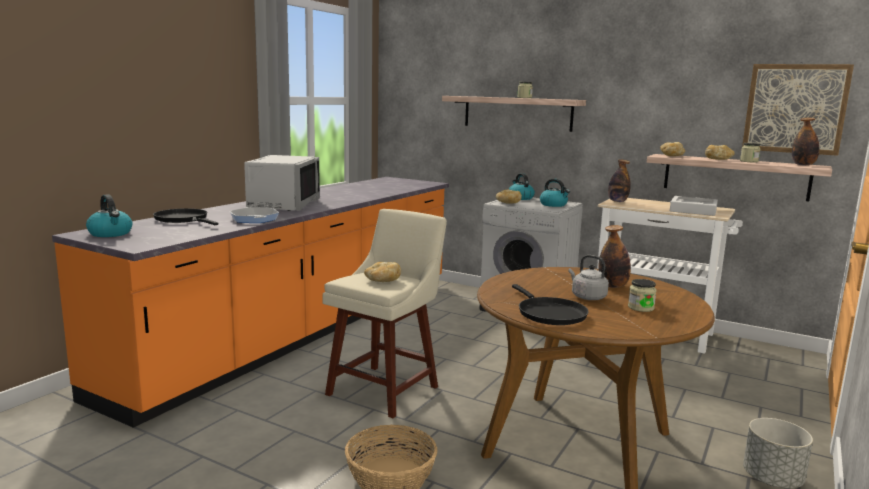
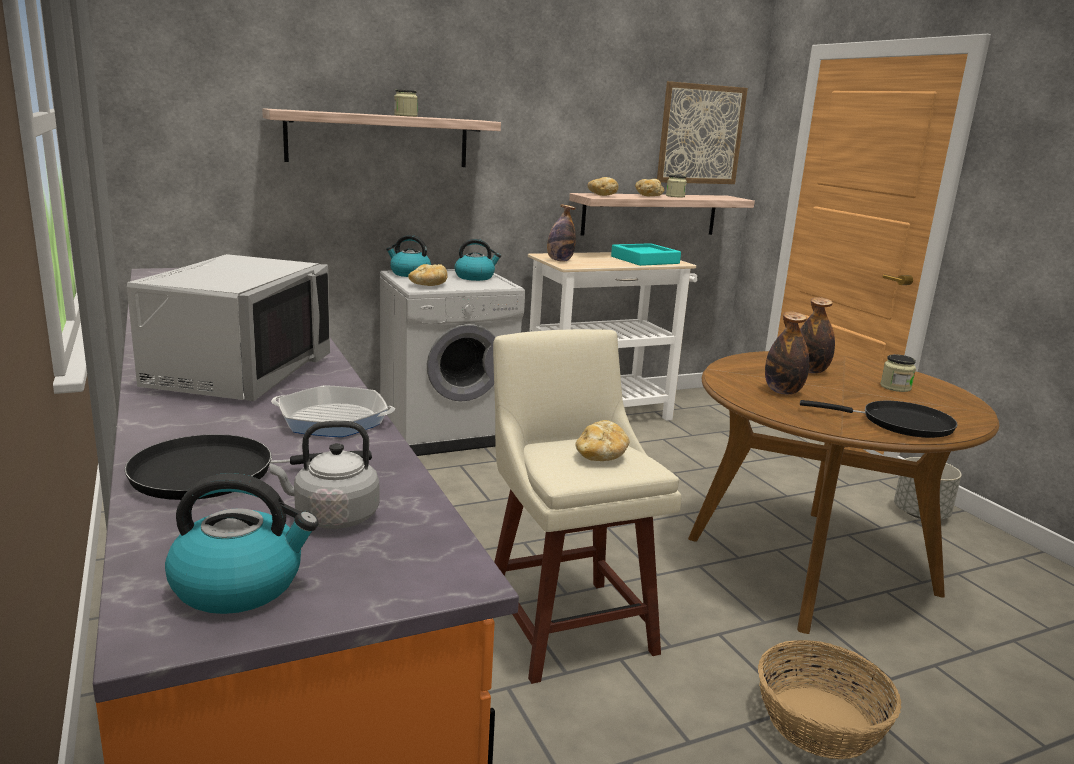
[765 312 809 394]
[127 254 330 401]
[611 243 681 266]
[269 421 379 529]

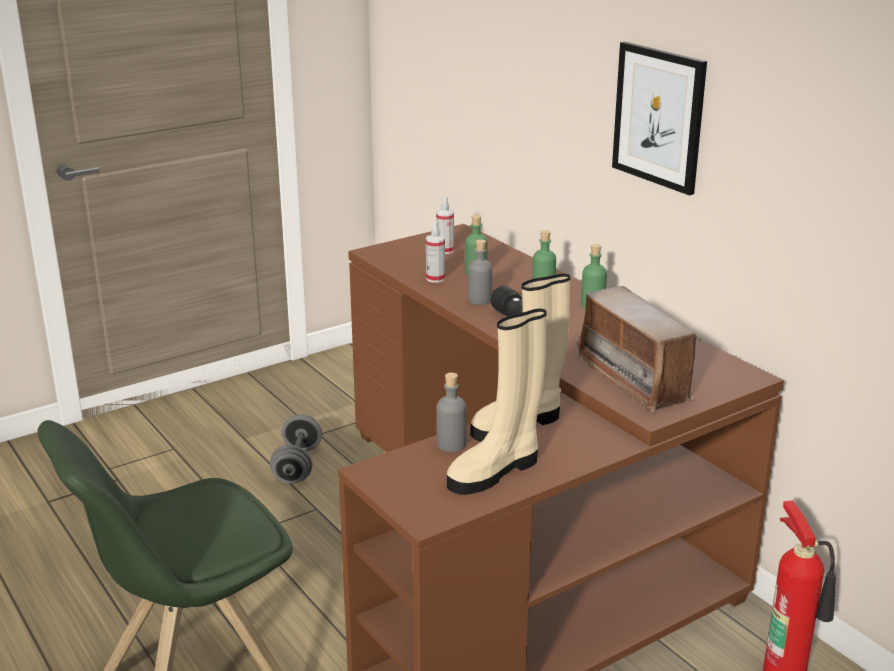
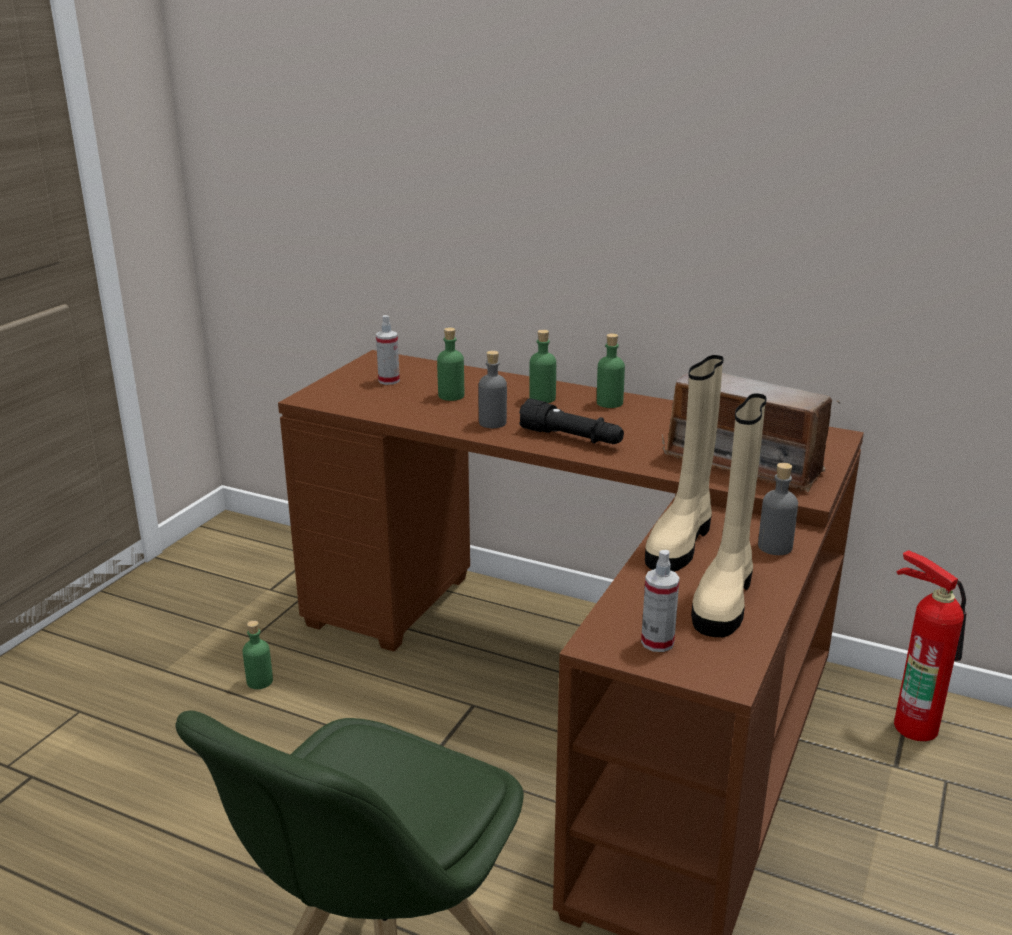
[612 42 707 195] (first image)
[641 550 680 652]
[758 463 798 555]
[243 621 273 689]

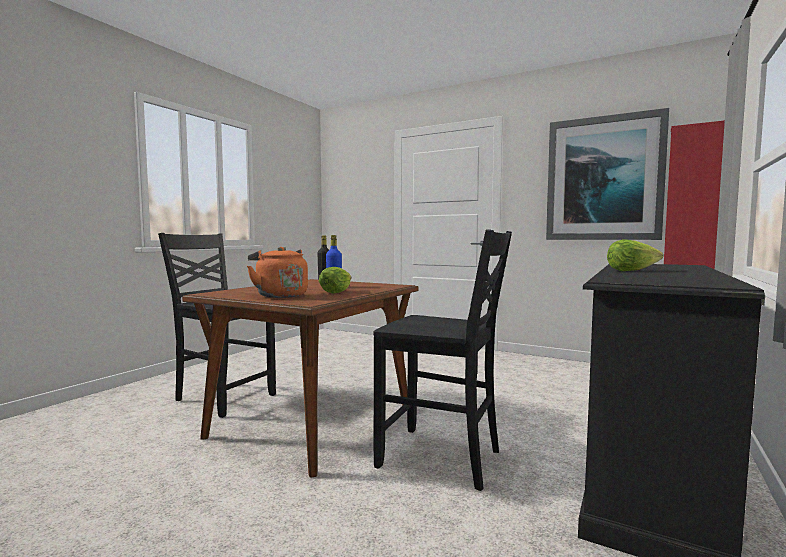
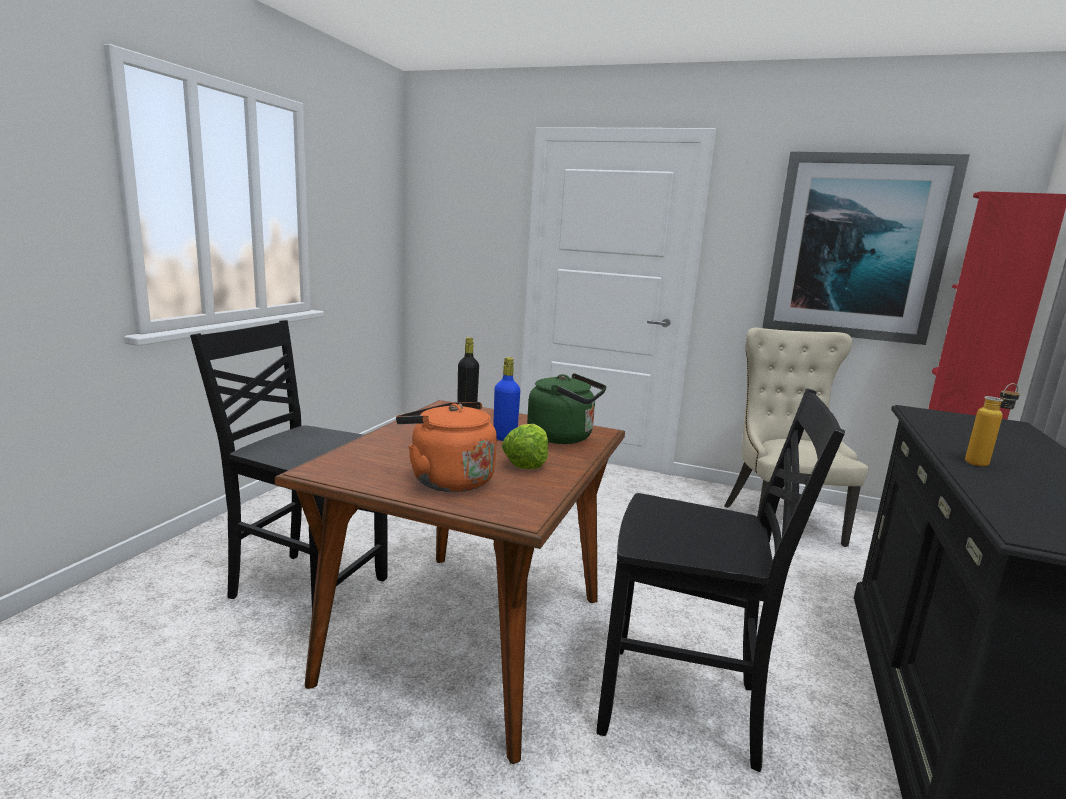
[965 383 1020 467]
[724 328 868 547]
[527 373 606 444]

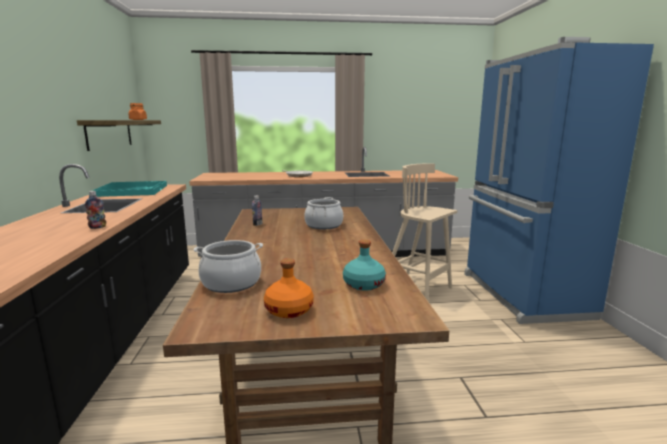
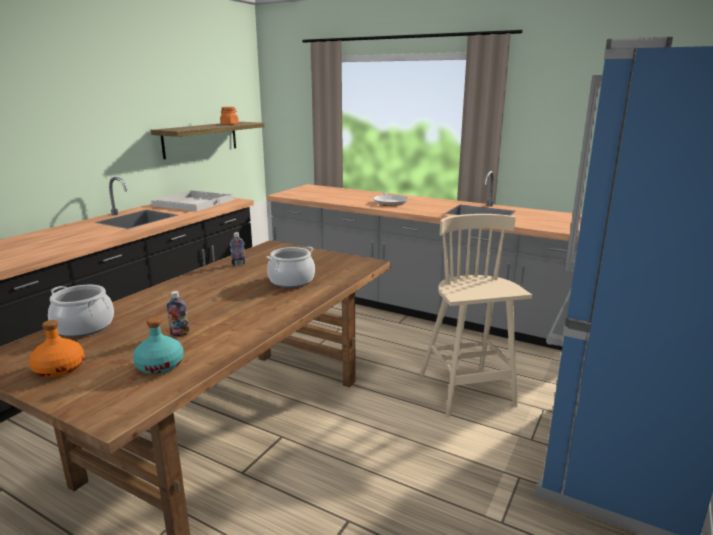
[151 190 234 211]
[167 291 189 337]

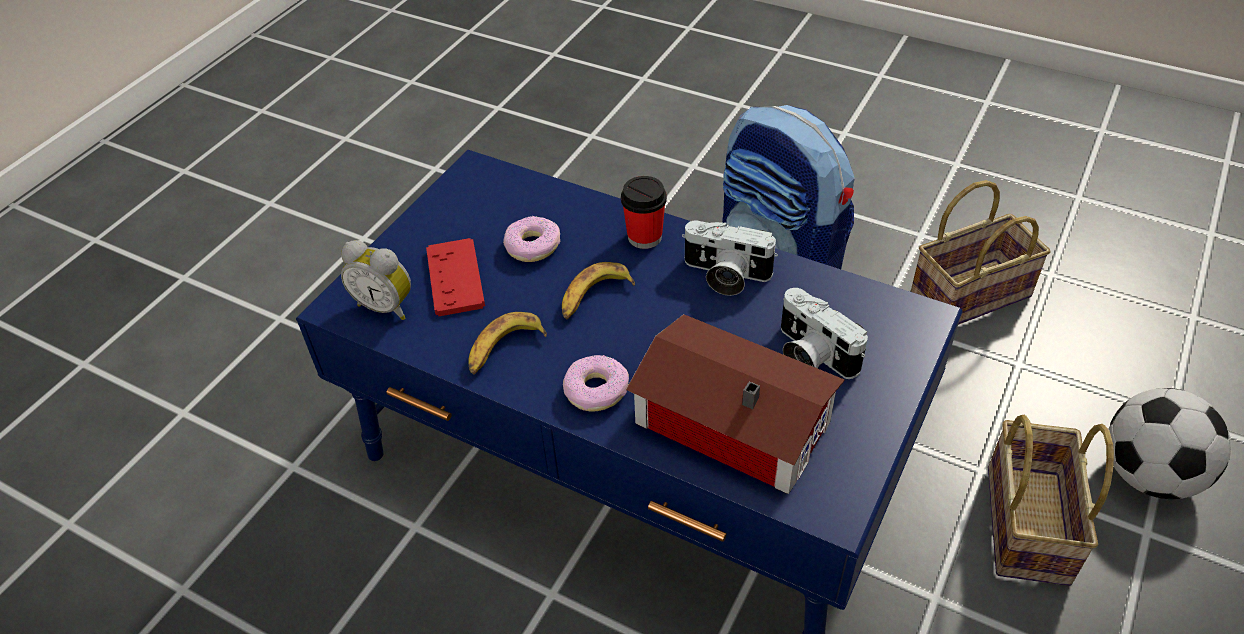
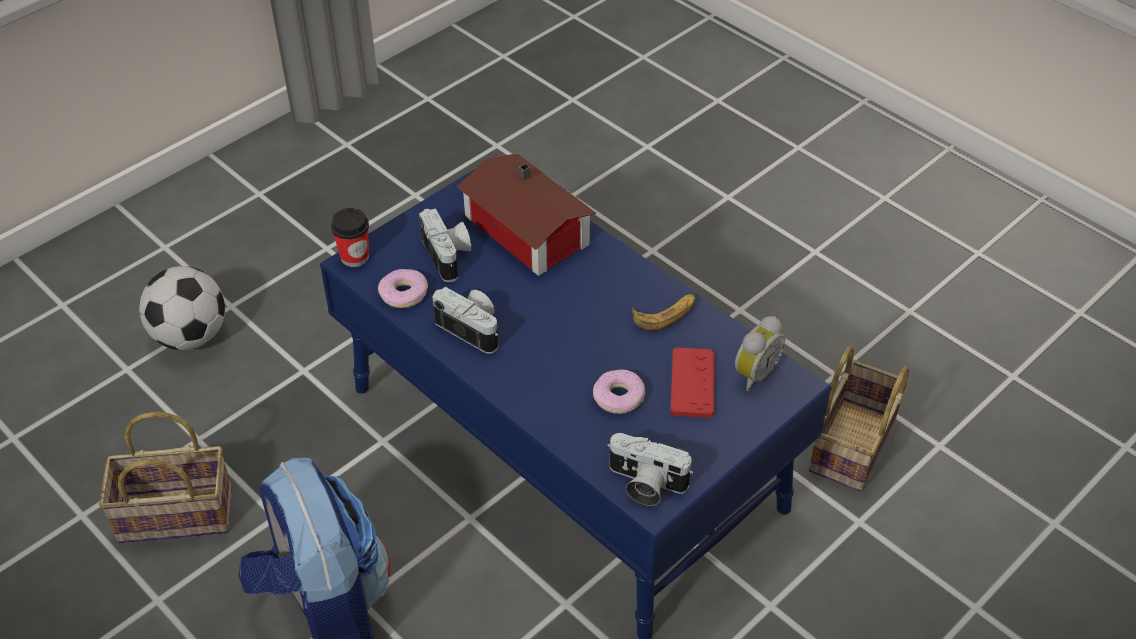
[331 208 369 267]
[735 316 785 391]
[562 262 635 319] (first image)
[378 269 428 308]
[809 346 909 492]
[608 433 693 506]

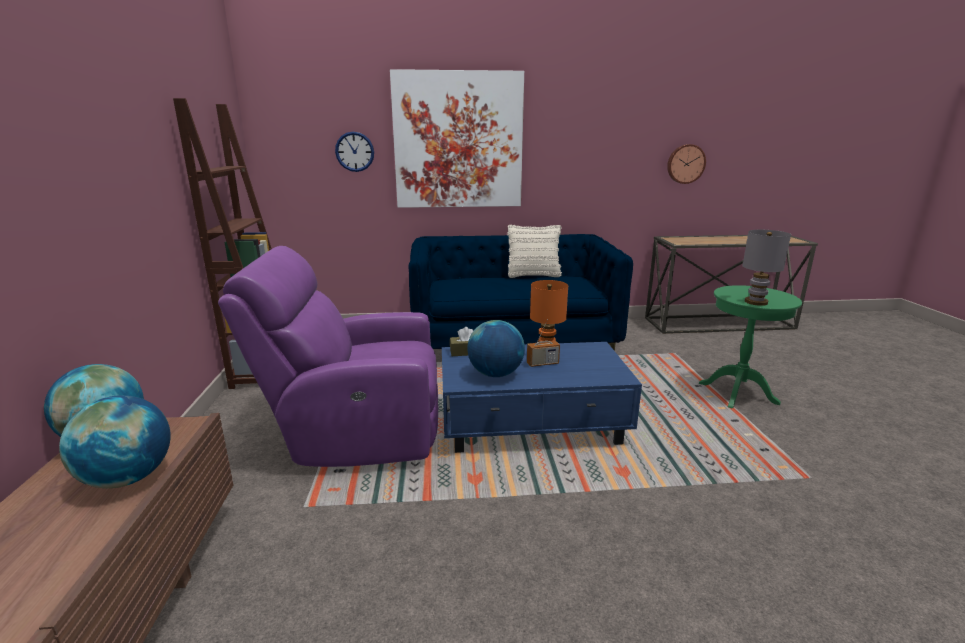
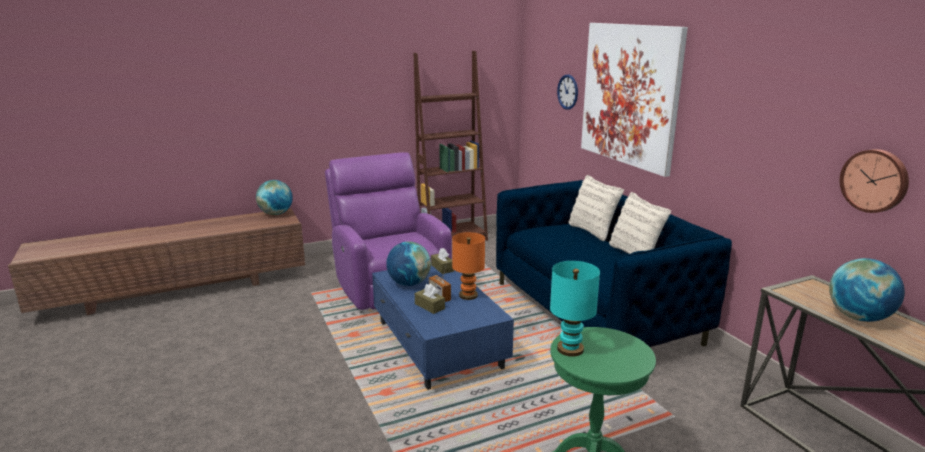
[550 261 600 357]
[829 258 905 322]
[568 175 624 241]
[415 284 445 314]

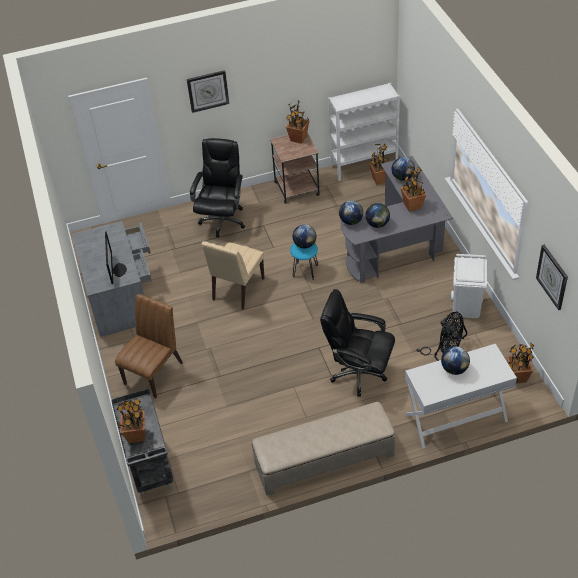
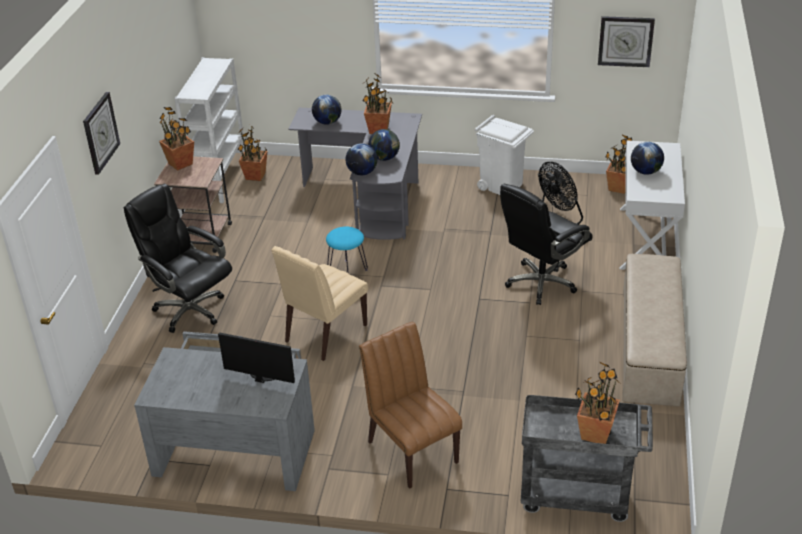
[293 225 316 249] (first image)
[271 246 368 361]

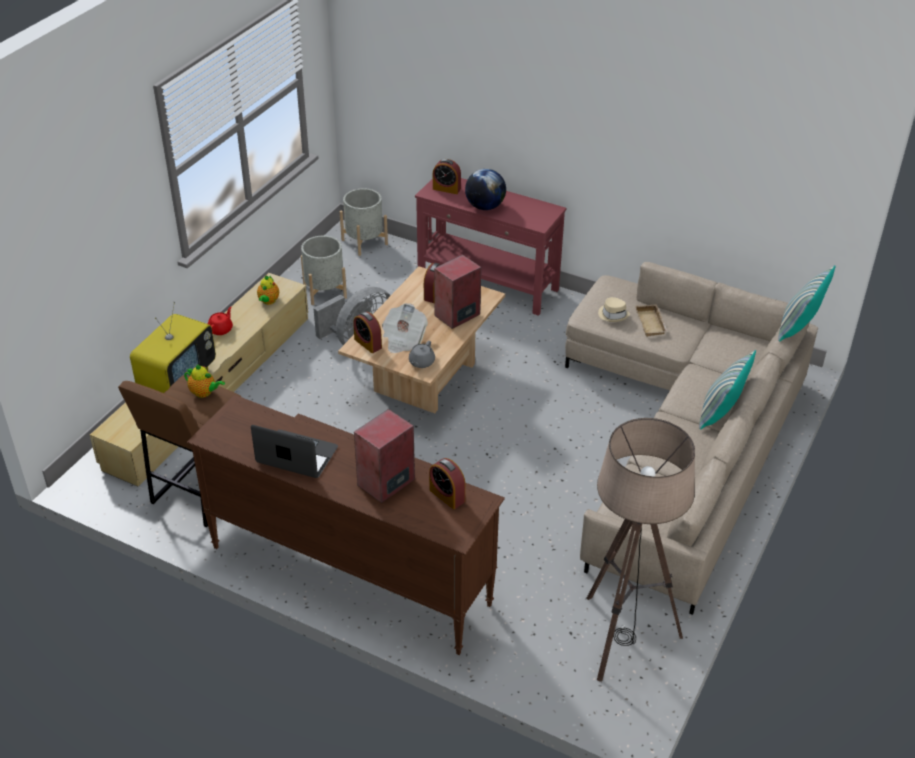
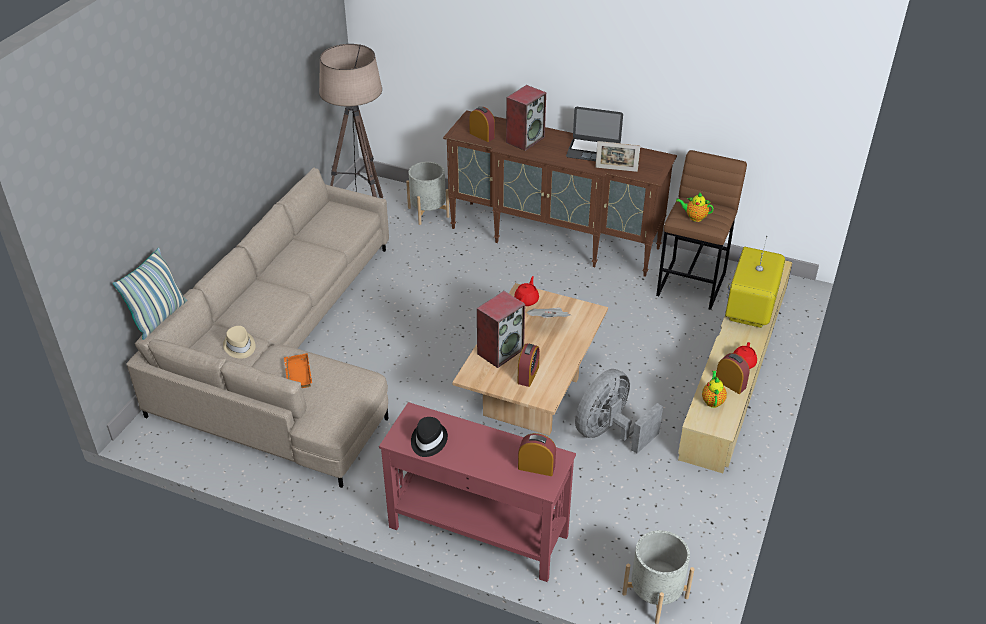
[465 169 506 210] (first image)
[406 162 449 225]
[223 326 256 359]
[284 353 312 388]
[716 353 750 394]
[514 276 539 306]
[699 350 756 430] (first image)
[595 141 640 172]
[411 417 448 457]

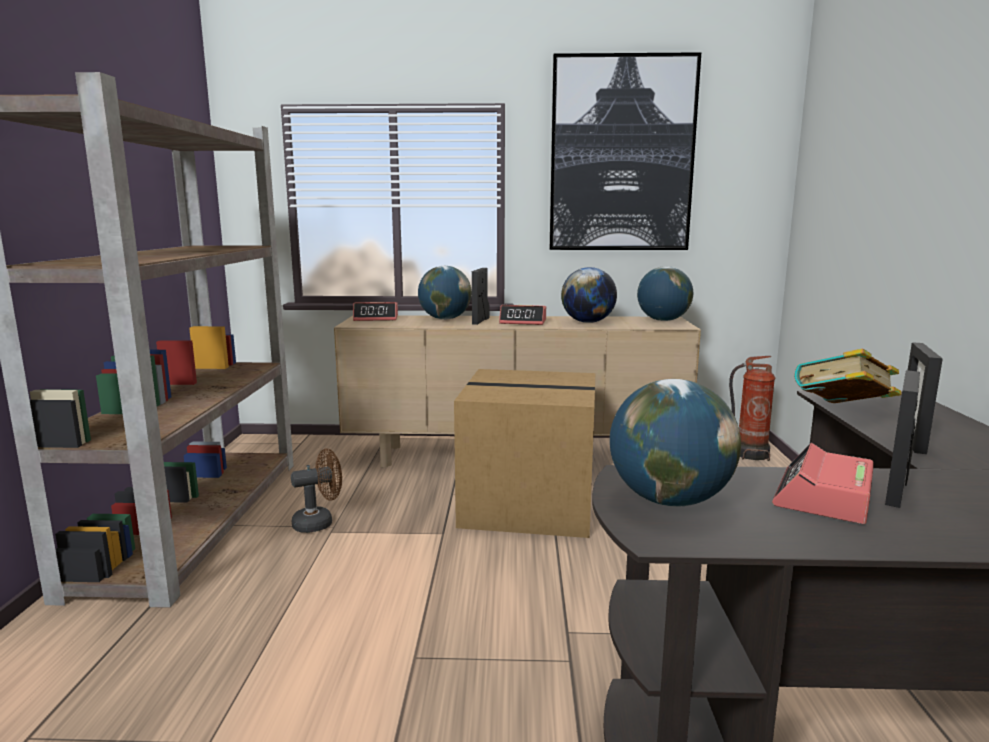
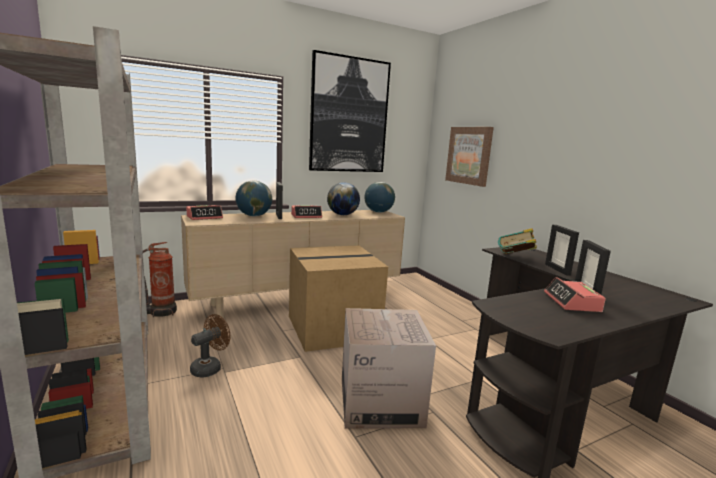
[143 242 177 317]
[610 379 741 507] (first image)
[445 127 494 187]
[342 308 436 429]

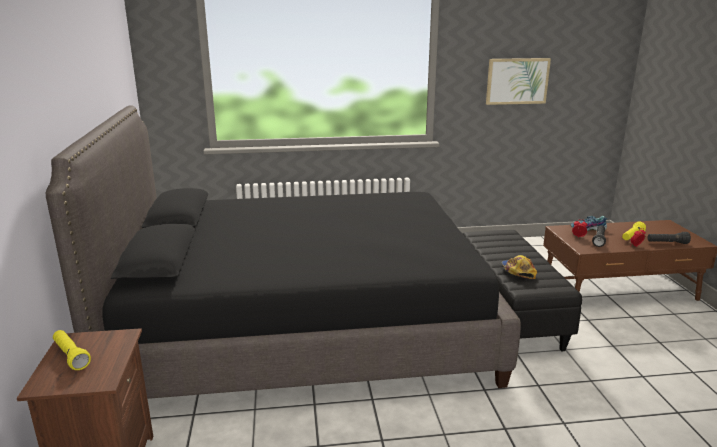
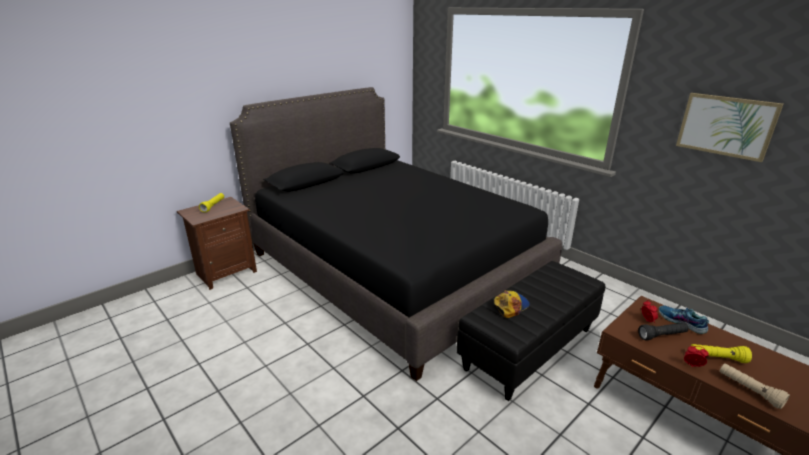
[720 363 790 409]

